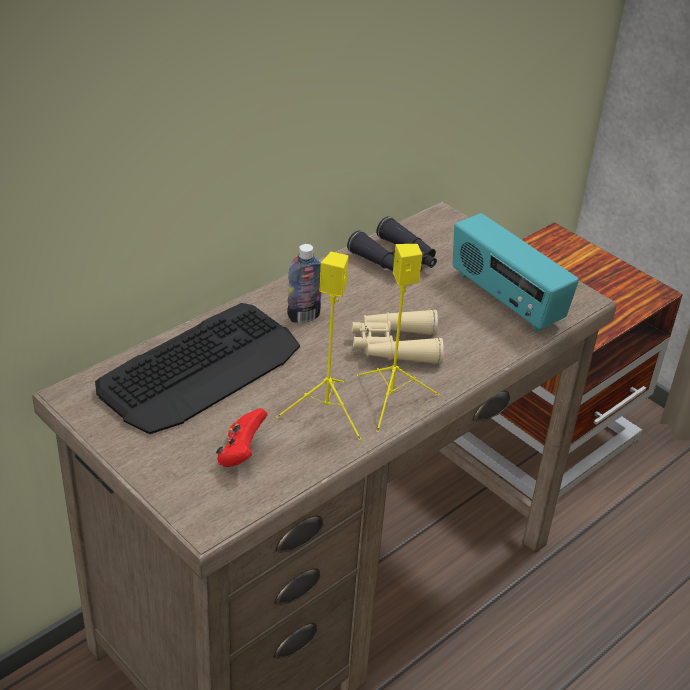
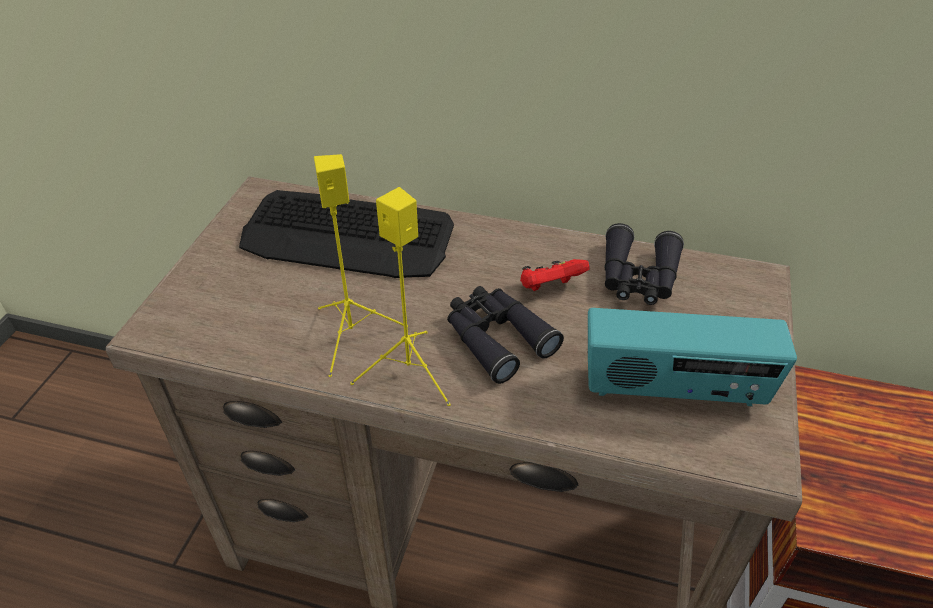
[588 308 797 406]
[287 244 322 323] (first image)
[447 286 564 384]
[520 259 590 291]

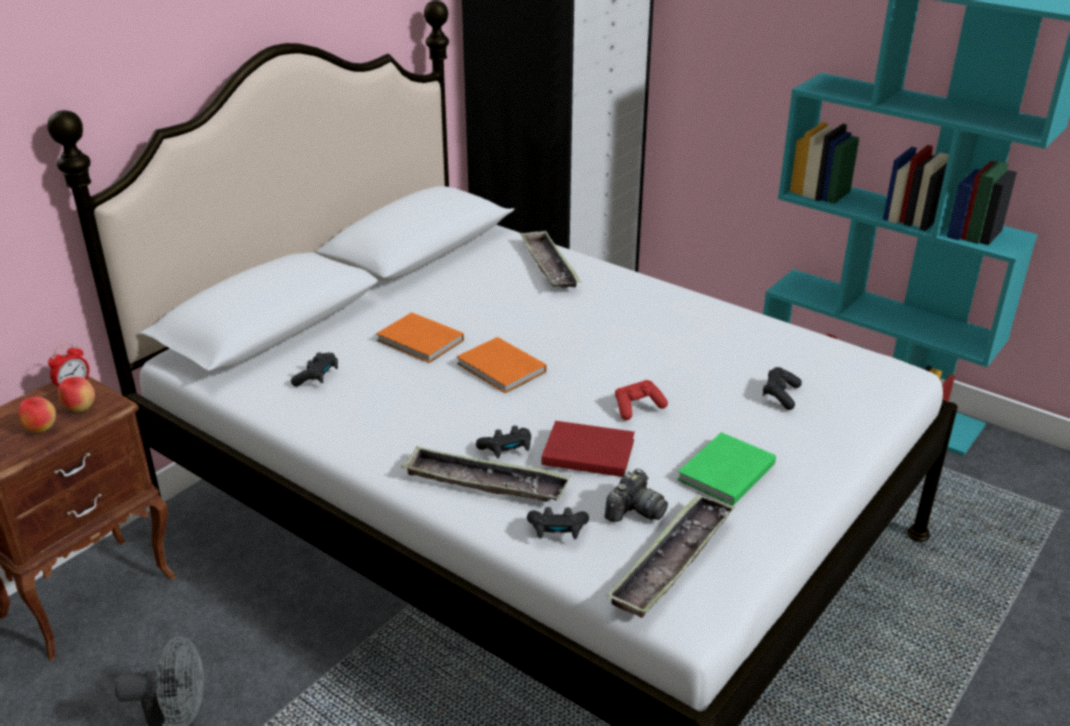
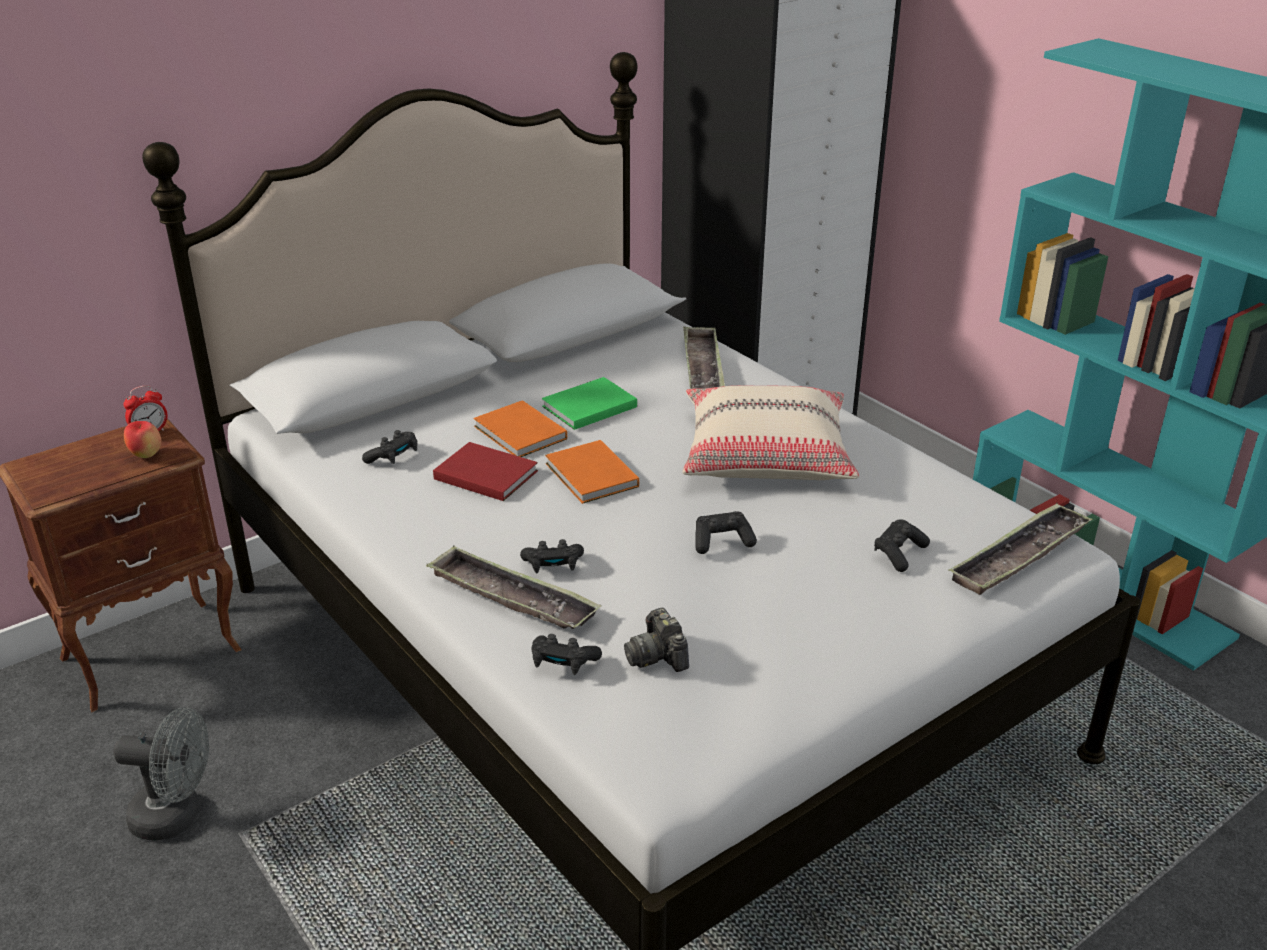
[695 511 757 554]
[18 397 56 433] (first image)
[433 442 538 501]
[542 377 637 430]
[624 608 689 672]
[948 503 1092 595]
[683 385 859 480]

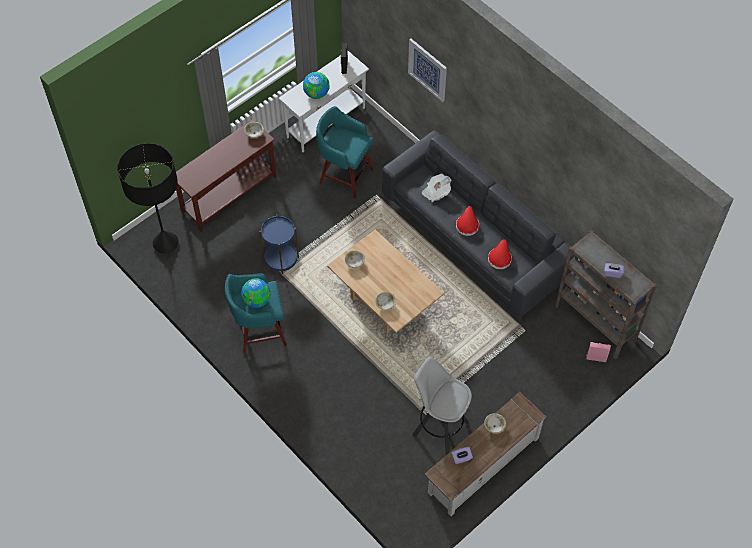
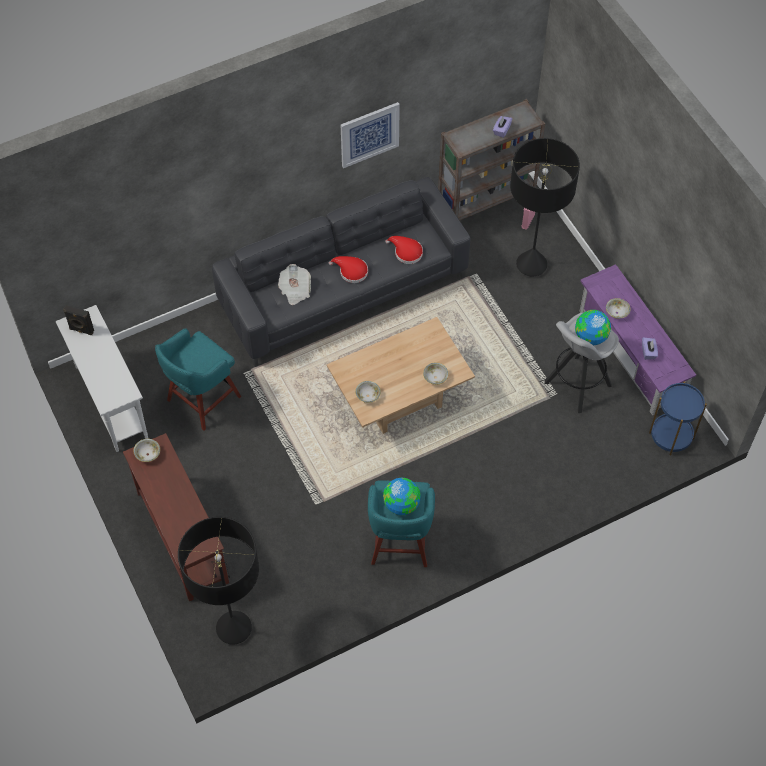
[341 102 400 168]
[575 310 611 345]
[649 381 707 455]
[579 264 696 416]
[510 138 580 276]

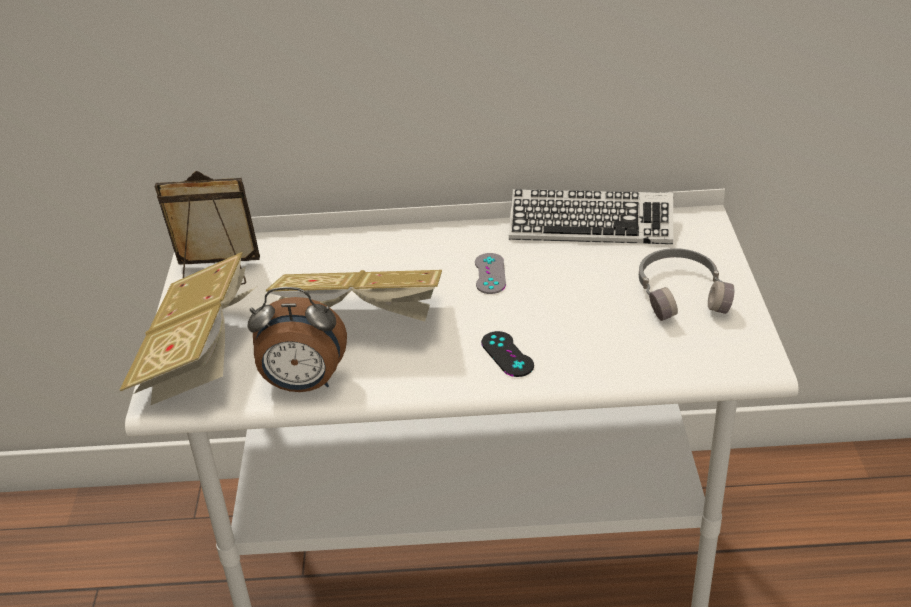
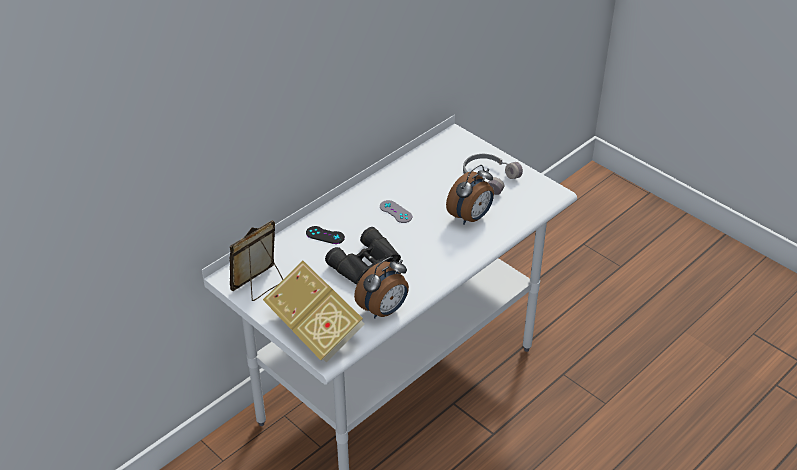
[509 189 673 244] (first image)
[325 227 401 285]
[306 226 345 244]
[446 165 494 225]

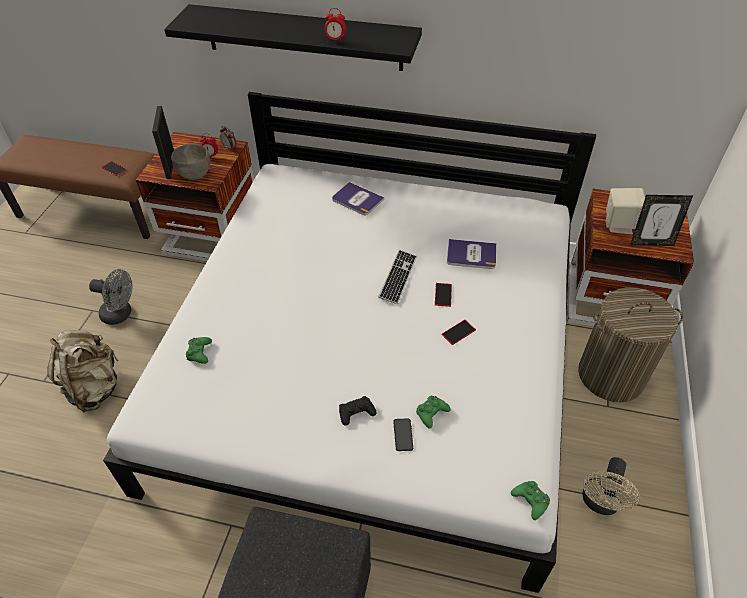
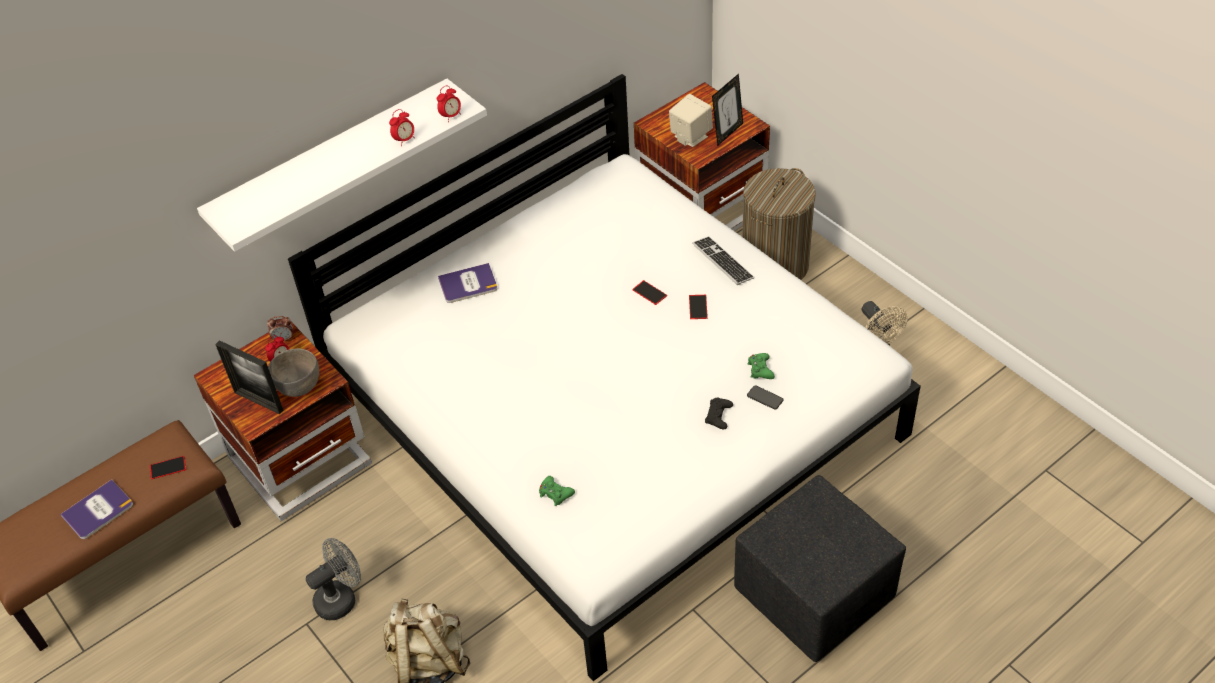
[197 79 487 252]
[60 479 133 539]
[692 236 754 285]
[511 481 550 520] (first image)
[437 86 461 122]

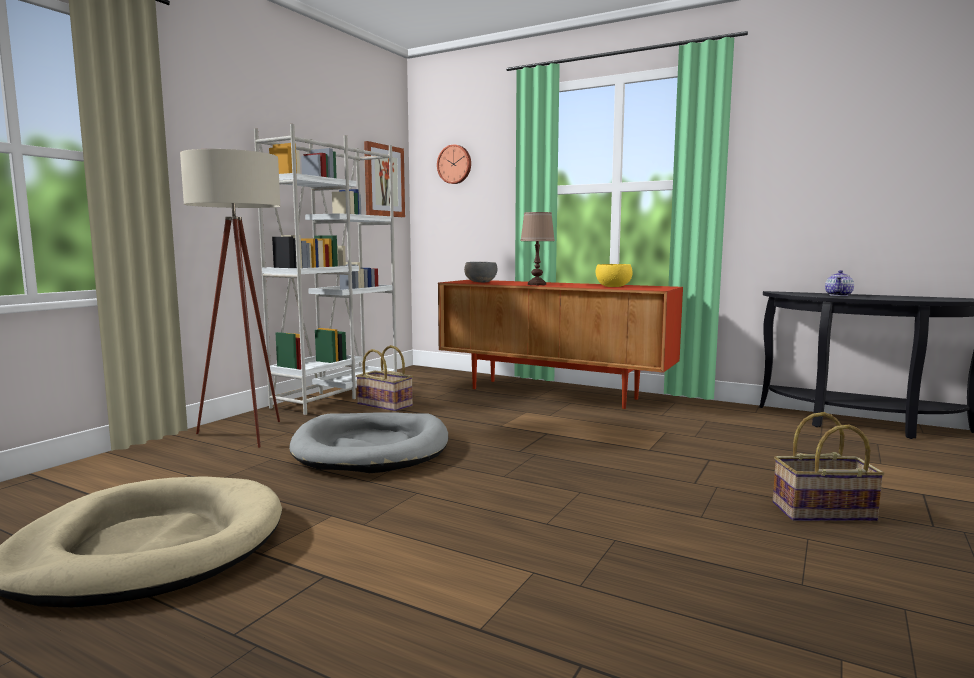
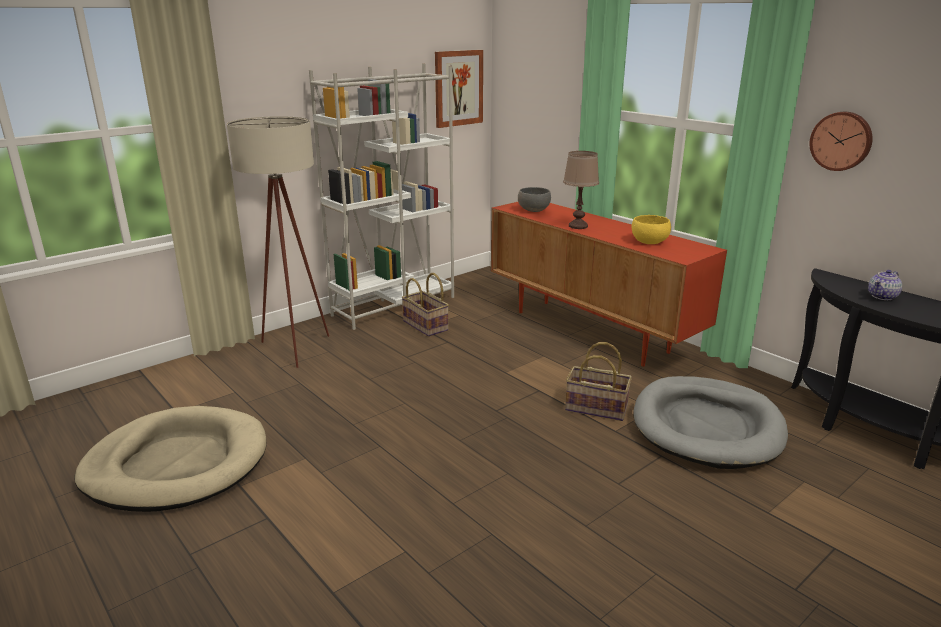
[809 112 873 171]
[633 376 788 469]
[565 342 632 421]

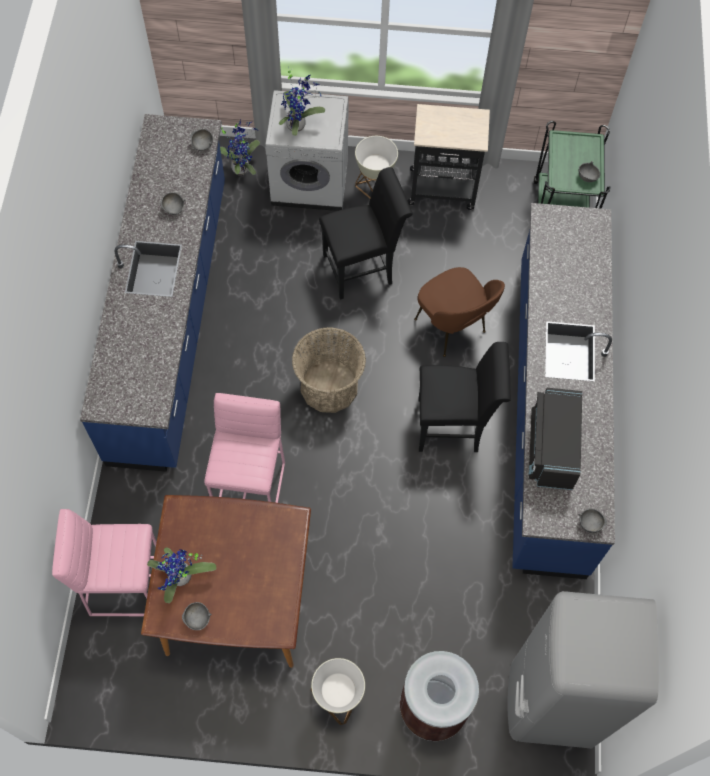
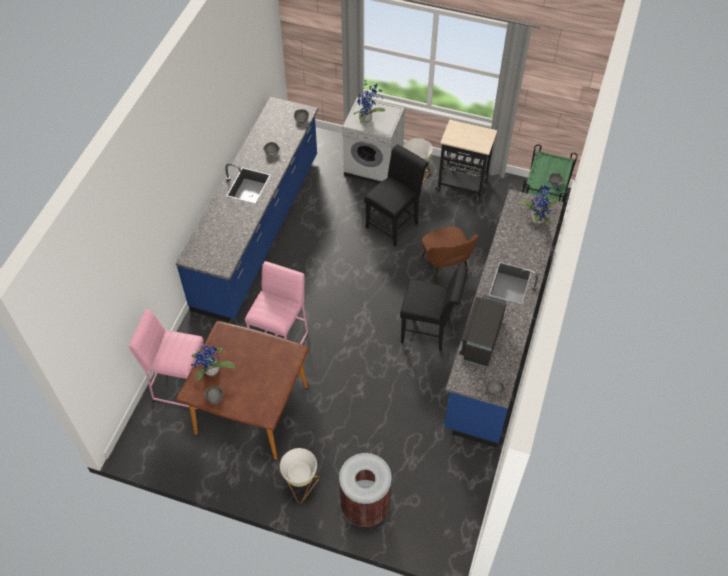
[519 180 560 225]
[364 144 429 246]
[292 327 366 413] (first image)
[507 591 659 749] (first image)

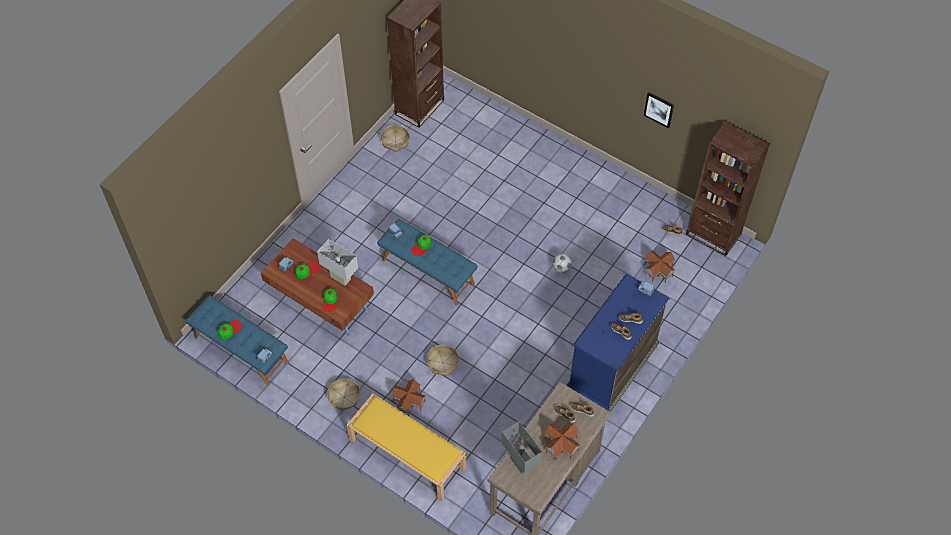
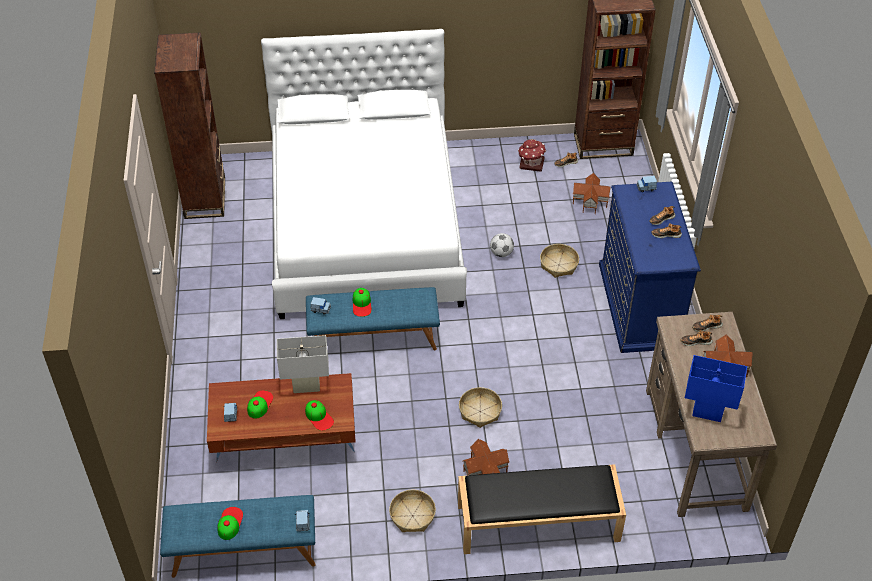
[644 92 674 128] (first image)
[540 244 579 278]
[458 464 626 554]
[685 355 747 422]
[261 29 467 319]
[518 139 546 172]

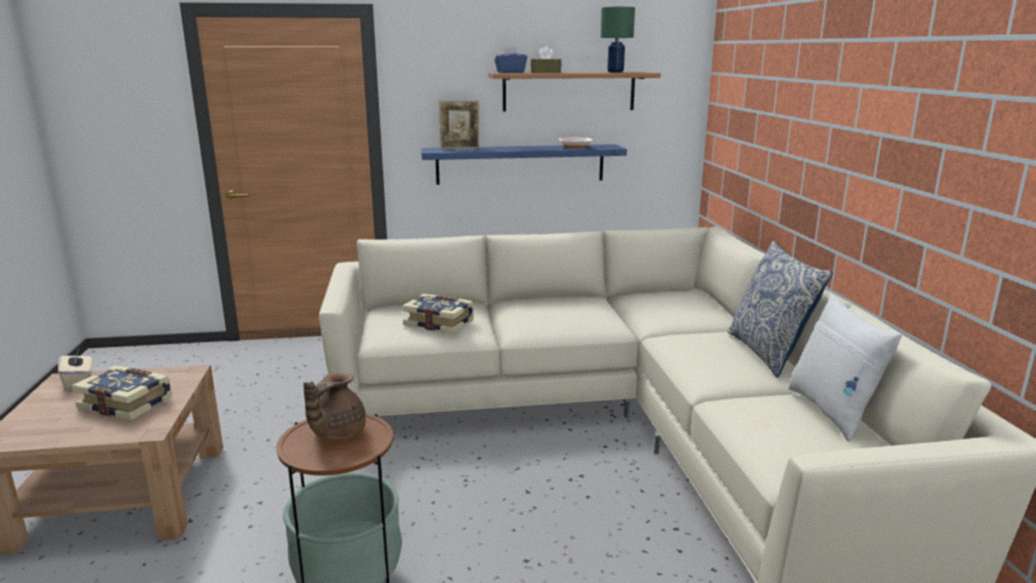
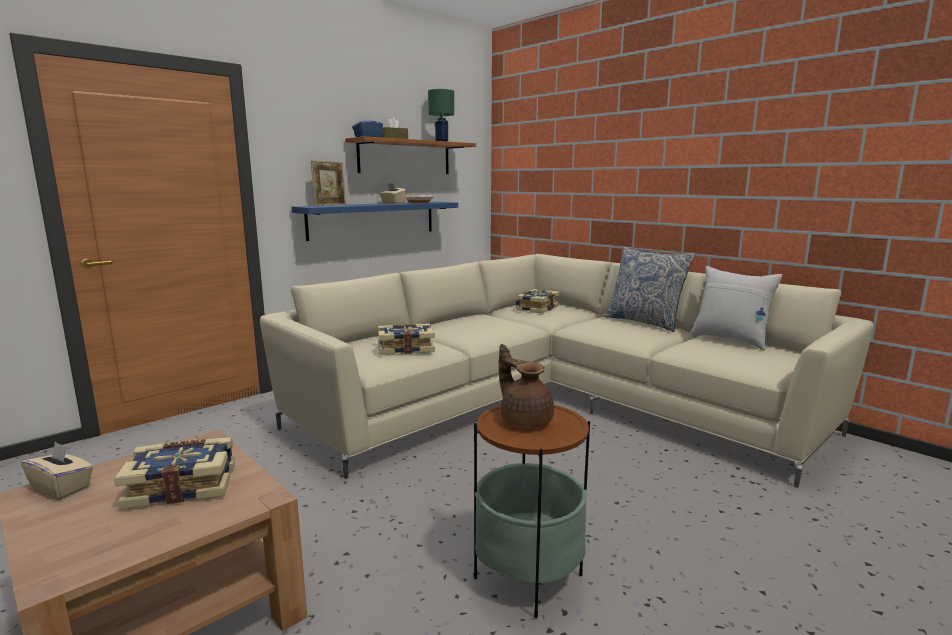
[499 344 554 428]
[380 183 407 204]
[515 289 559 314]

